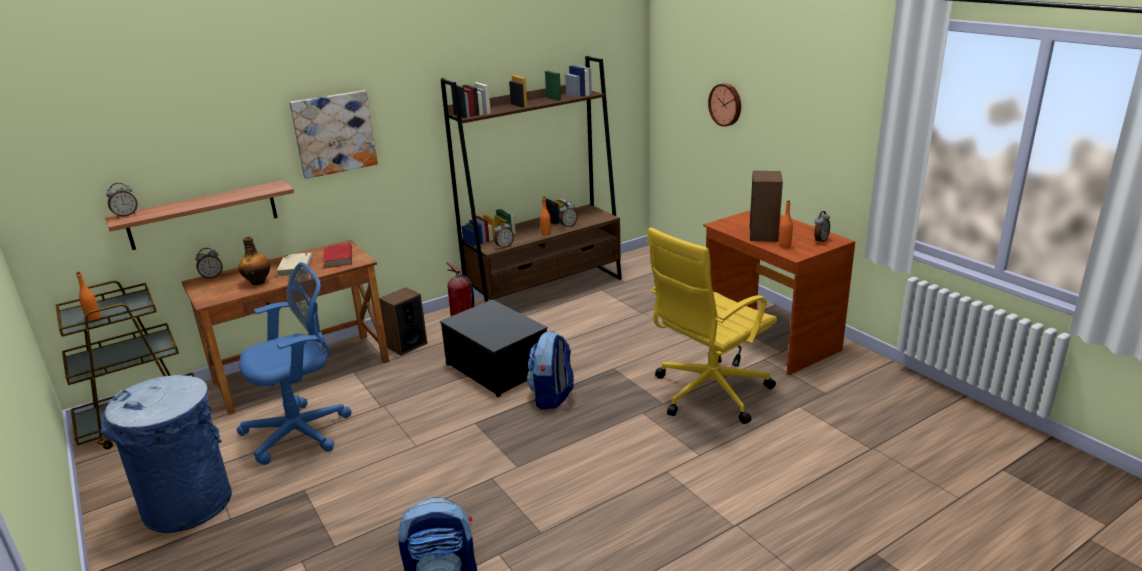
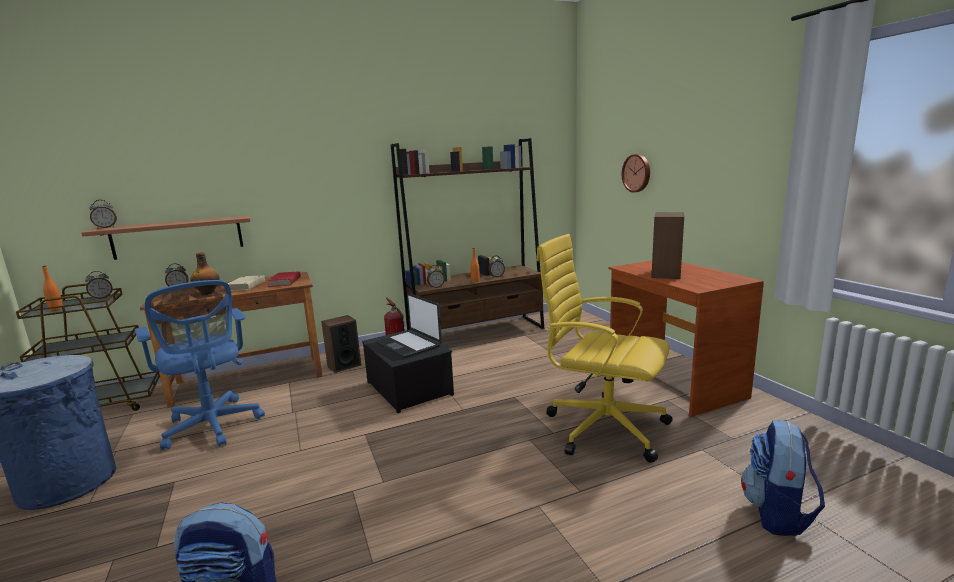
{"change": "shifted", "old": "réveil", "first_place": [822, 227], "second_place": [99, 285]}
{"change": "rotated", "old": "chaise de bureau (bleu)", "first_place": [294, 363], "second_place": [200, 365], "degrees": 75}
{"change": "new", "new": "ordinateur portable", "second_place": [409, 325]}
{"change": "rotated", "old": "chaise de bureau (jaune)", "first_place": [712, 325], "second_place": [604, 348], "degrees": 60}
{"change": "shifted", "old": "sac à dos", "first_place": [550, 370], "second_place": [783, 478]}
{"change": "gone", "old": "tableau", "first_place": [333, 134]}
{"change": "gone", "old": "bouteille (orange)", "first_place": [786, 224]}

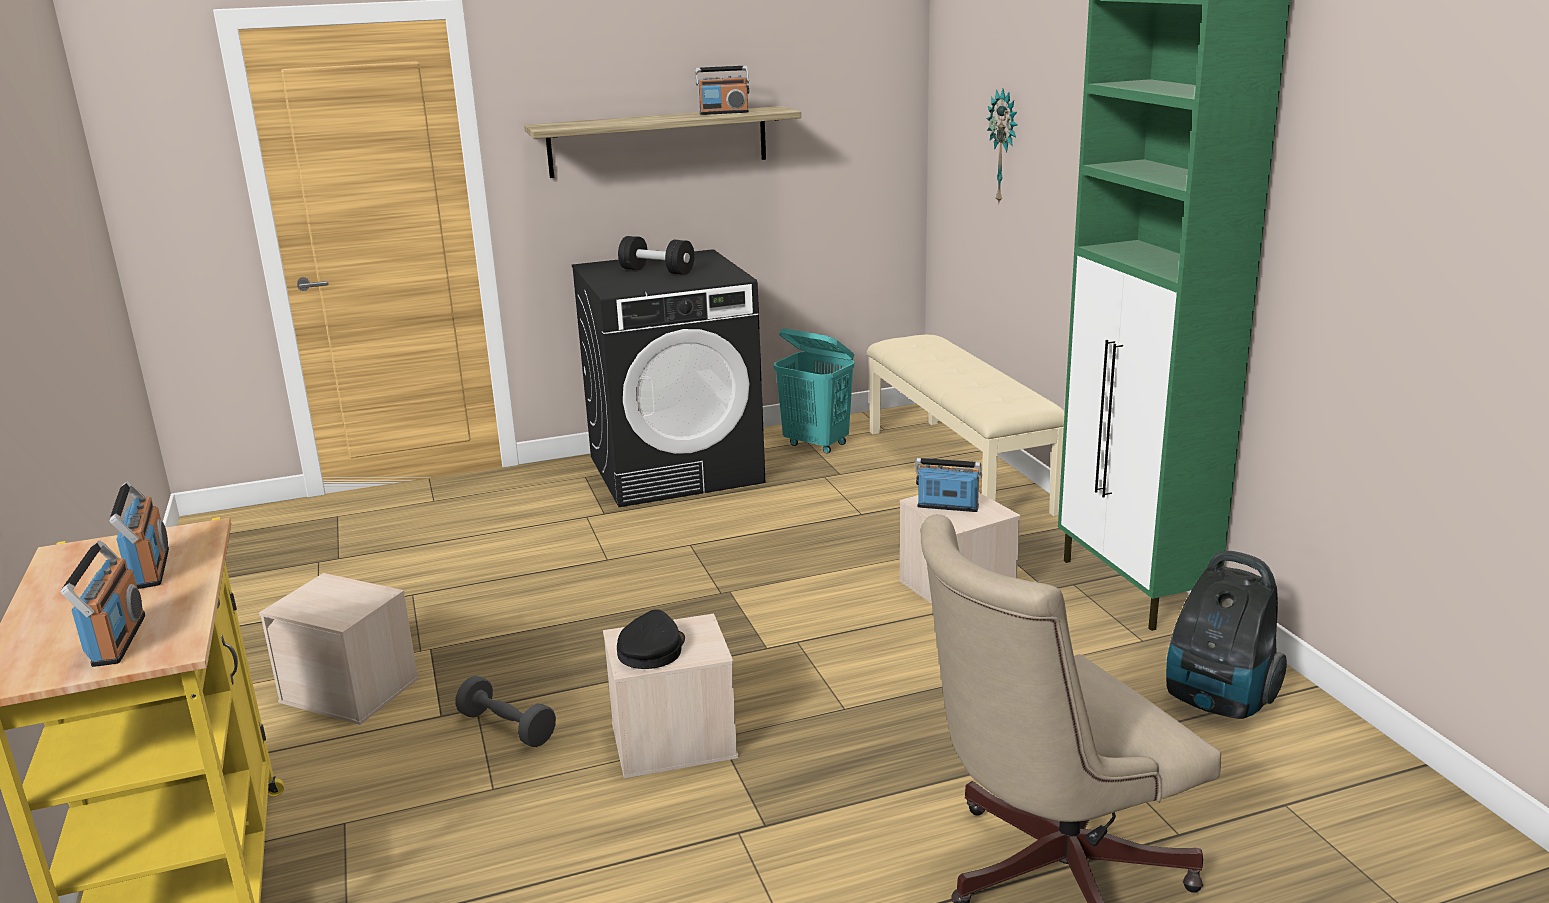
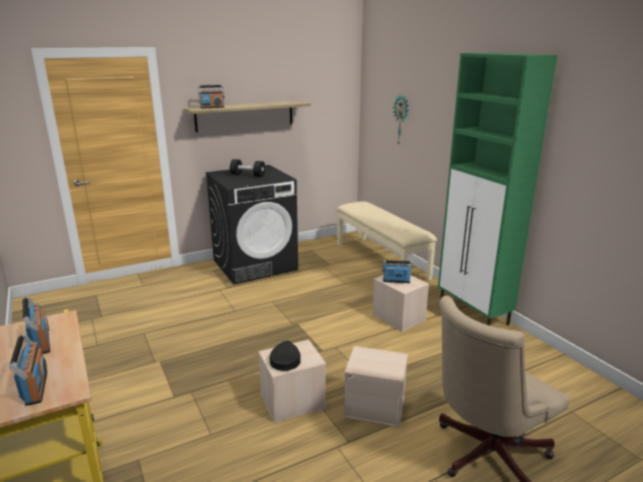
{"change": "shifted", "old": "radio", "first_place": [722, 90], "second_place": [210, 96]}
{"change": "shifted", "old": "boîte de rangement (beige)", "first_place": [339, 649], "second_place": [376, 387]}
{"change": "gone", "old": "haltère (gris)", "first_place": [505, 711]}
{"change": "gone", "old": "panier à linge (turquoise)", "first_place": [814, 391]}
{"change": "gone", "old": "aspirateur", "first_place": [1226, 635]}

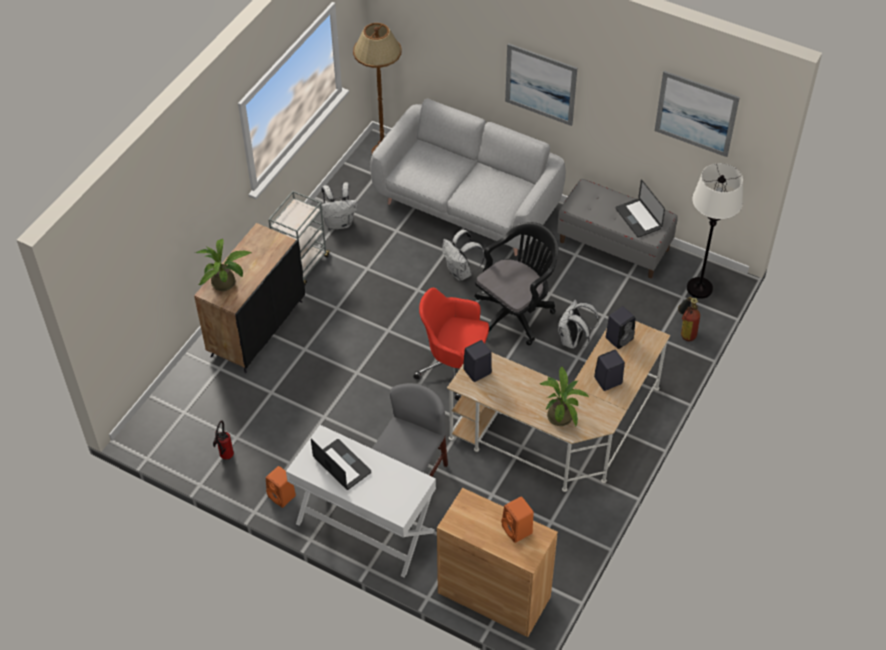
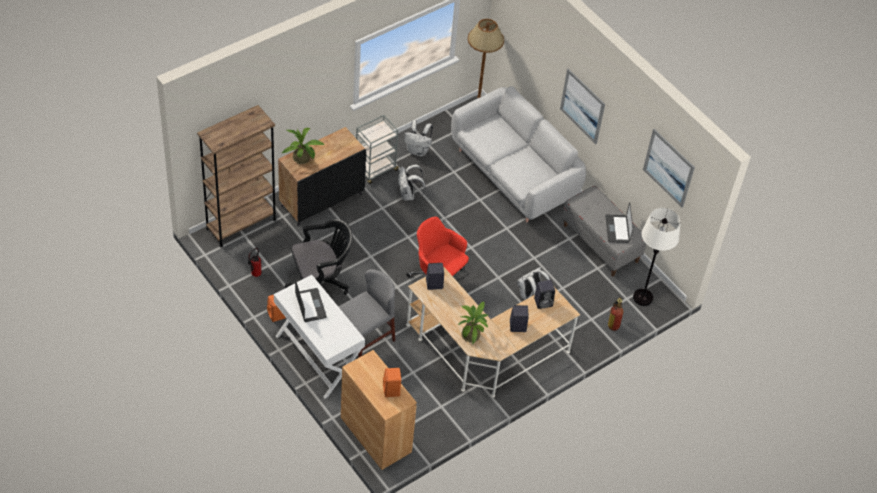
{"change": "new", "new": "bibliothèque (marron)", "second_place": [236, 176]}
{"change": "shifted", "old": "chaise de bureau (noir)", "first_place": [517, 283], "second_place": [318, 257]}
{"change": "shifted", "old": "sac à dos (blanc)", "first_place": [463, 255], "second_place": [412, 182]}

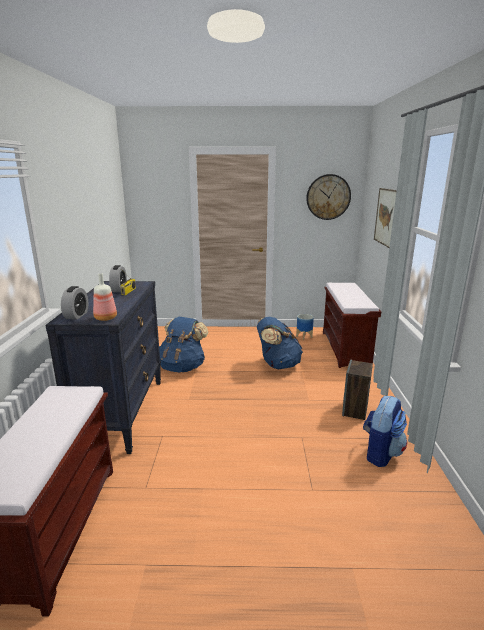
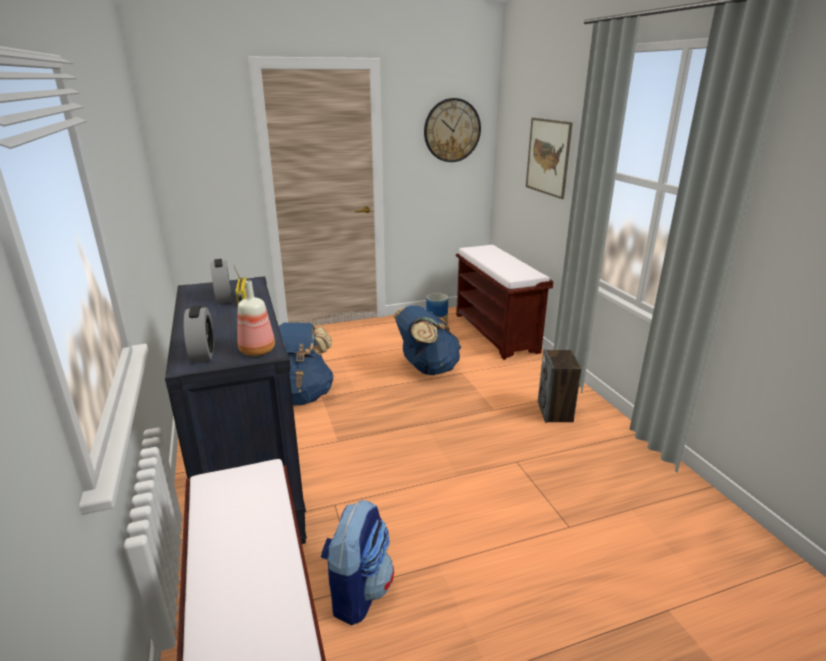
{"change": "shifted", "old": "sac à dos", "first_place": [385, 431], "second_place": [357, 562]}

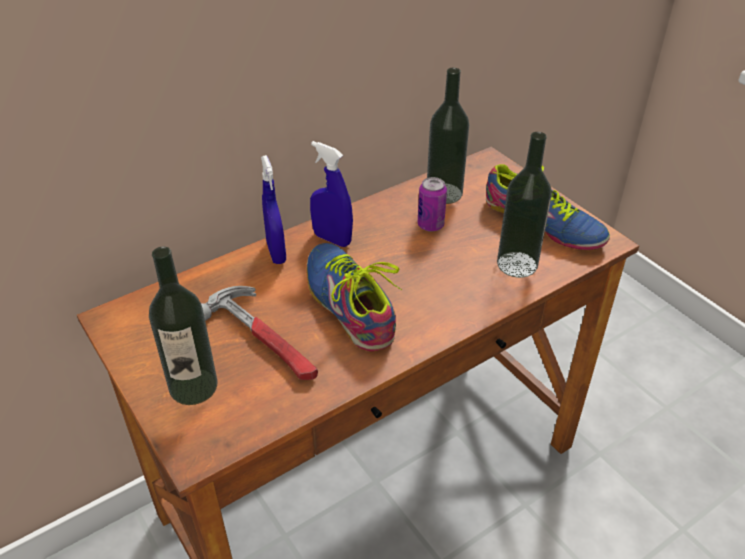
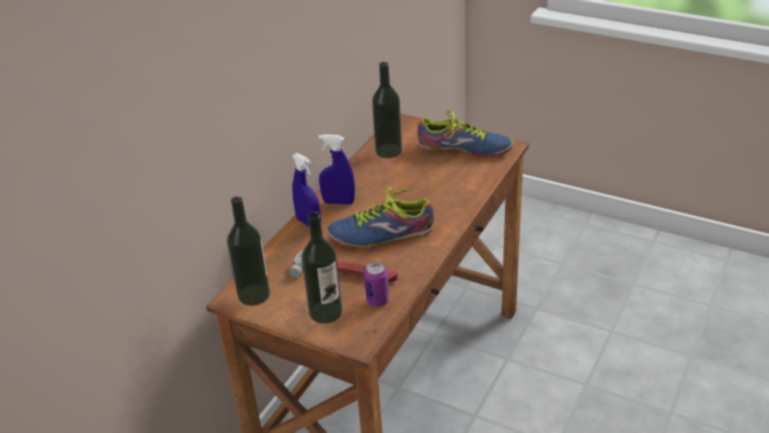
{"change": "shifted", "old": "bouteille", "first_place": [524, 205], "second_place": [248, 251]}
{"change": "rotated", "old": "chaussure", "first_place": [354, 297], "second_place": [380, 217], "degrees": -45}
{"change": "shifted", "old": "boîte métallique", "first_place": [432, 204], "second_place": [376, 284]}

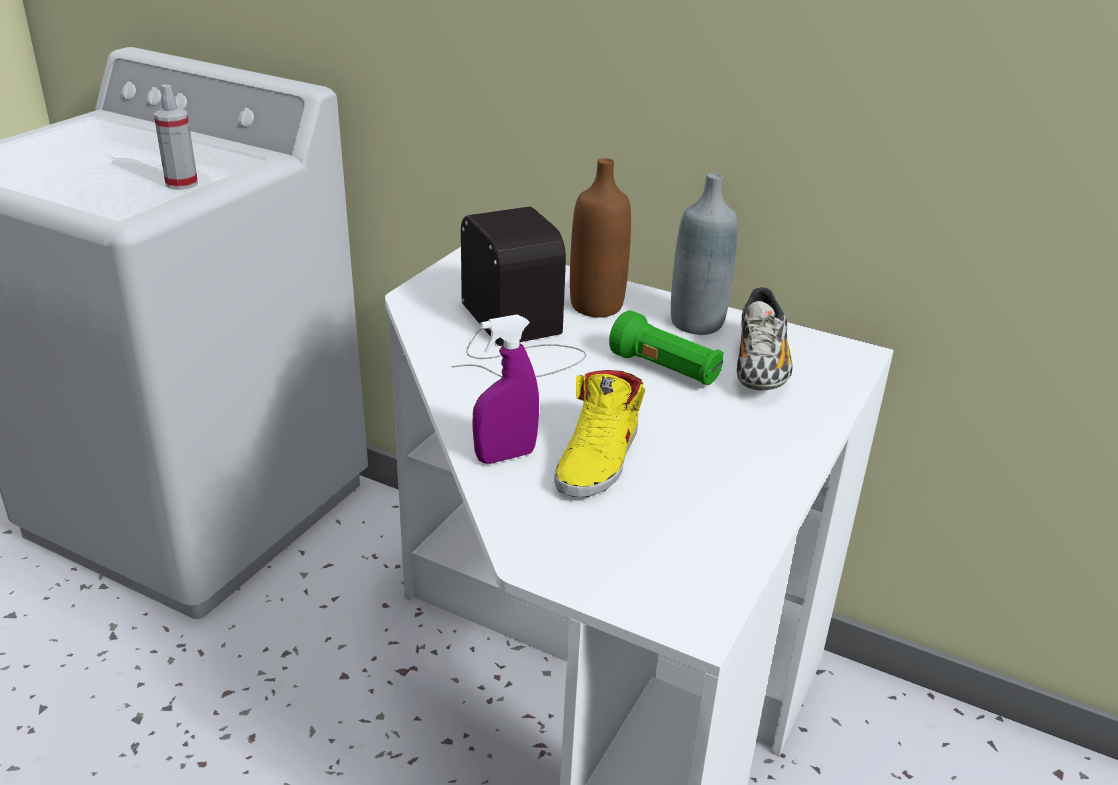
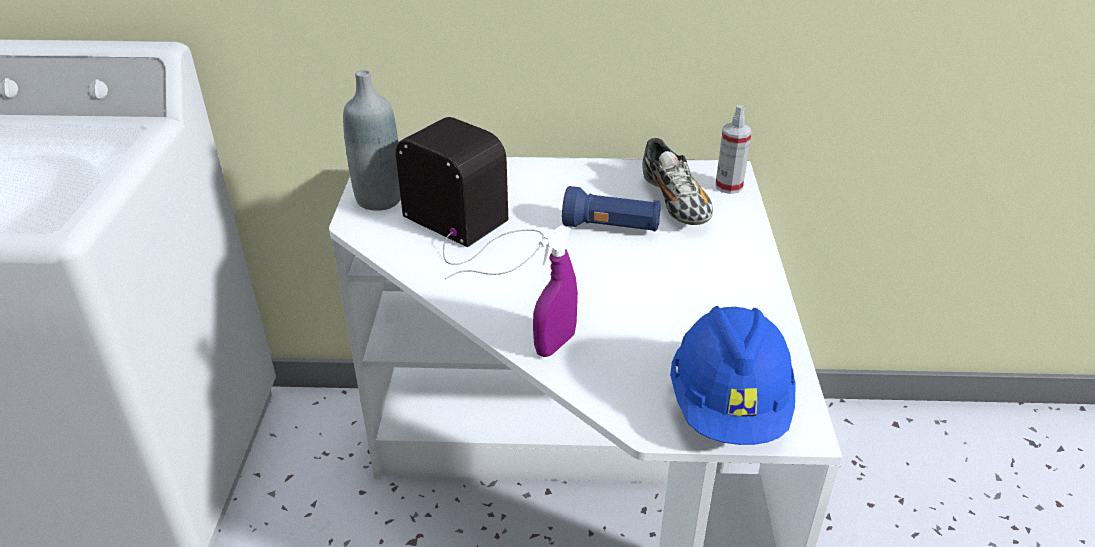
{"change": "shifted", "old": "bouteille (gris)", "first_place": [704, 254], "second_place": [372, 140]}
{"change": "repainted", "old": "lampe de poche (vert)", "new": "lampe de poche (bleu)", "first_place": [666, 347], "second_place": [611, 209]}
{"change": "new", "new": "casque de chantier (bleu)", "second_place": [733, 375]}
{"change": "shifted", "old": "vaporisateur", "first_place": [176, 137], "second_place": [734, 149]}
{"change": "gone", "old": "chaussure (jaune)", "first_place": [600, 433]}
{"change": "gone", "old": "bouteille (marron)", "first_place": [600, 238]}

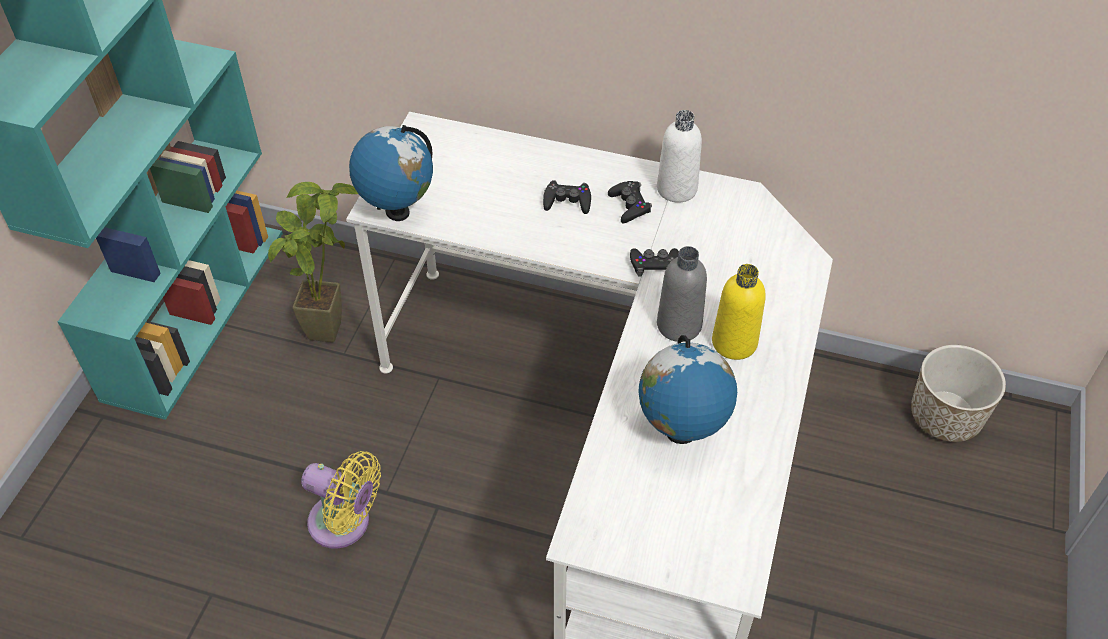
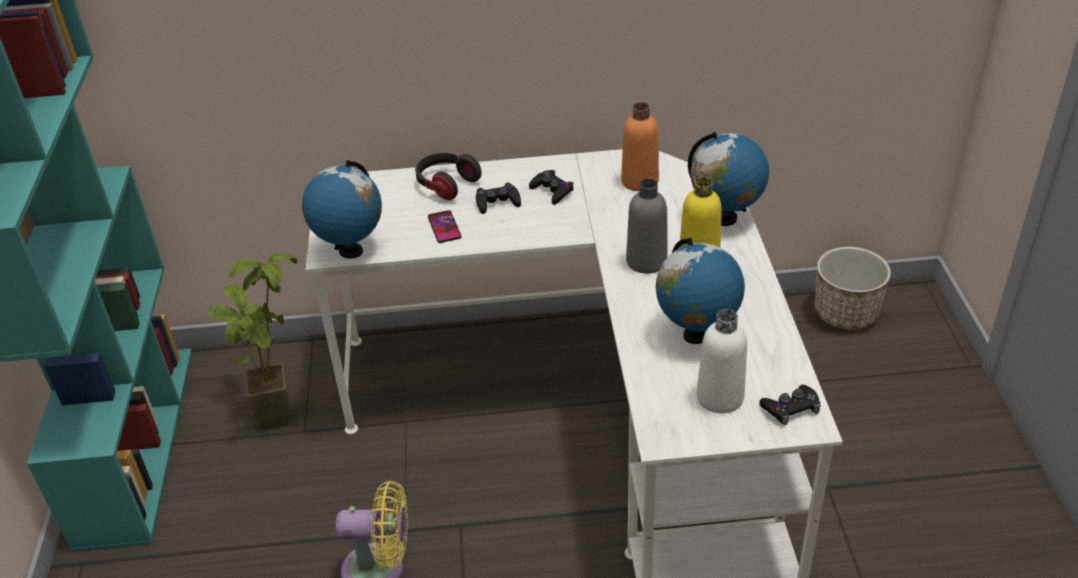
{"change": "new", "new": "casque audio", "second_place": [448, 176]}
{"change": "new", "new": "téléphone", "second_place": [445, 226]}
{"change": "new", "new": "bouteille (orange)", "second_place": [640, 146]}
{"change": "new", "new": "globe", "second_place": [728, 179]}
{"change": "shifted", "old": "bouteille (blanc)", "first_place": [679, 156], "second_place": [722, 361]}
{"change": "shifted", "old": "manette (noir)", "first_place": [654, 262], "second_place": [790, 405]}

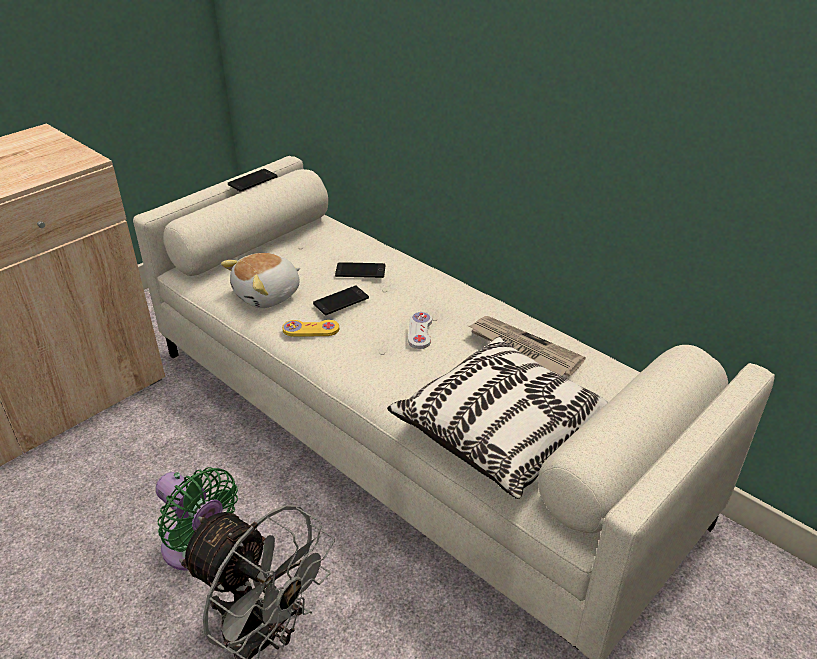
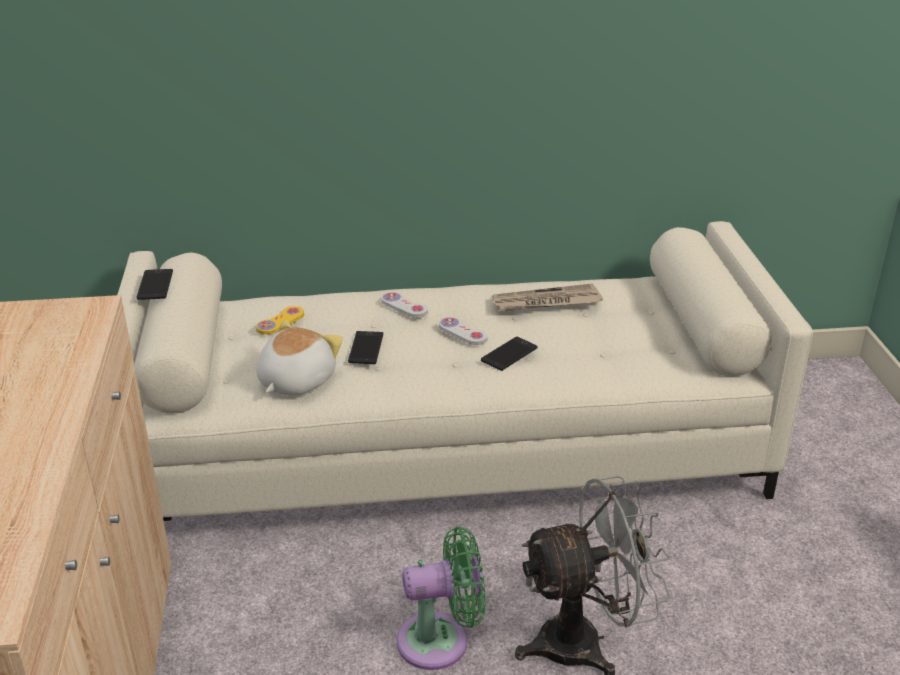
{"change": "shifted", "old": "manette (jaune)", "first_place": [310, 328], "second_place": [280, 320]}
{"change": "rotated", "old": "peluche", "first_place": [260, 280], "second_place": [299, 357], "degrees": -150}
{"change": "new", "new": "manette (blanc)", "second_place": [405, 305]}
{"change": "shifted", "old": "téléphone", "first_place": [360, 270], "second_place": [509, 354]}
{"change": "gone", "old": "coussin", "first_place": [497, 418]}

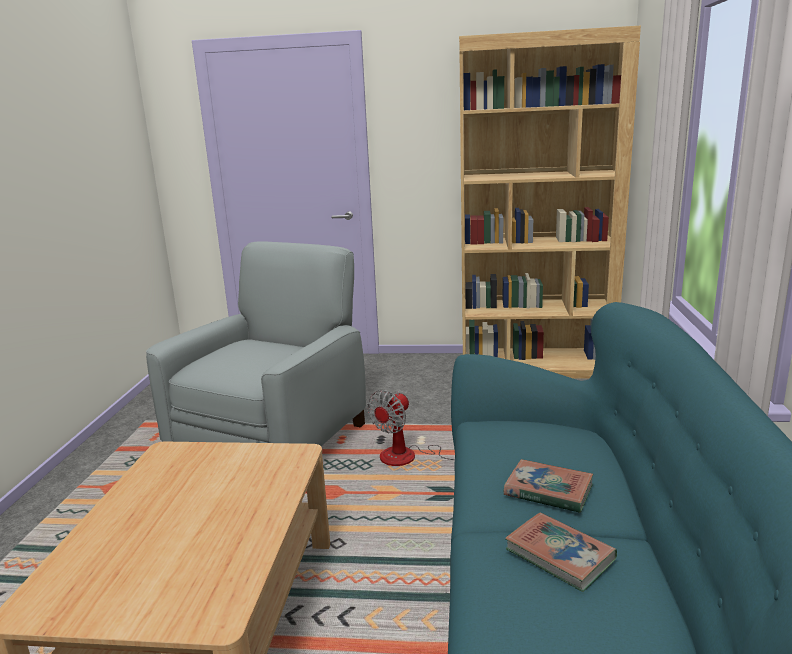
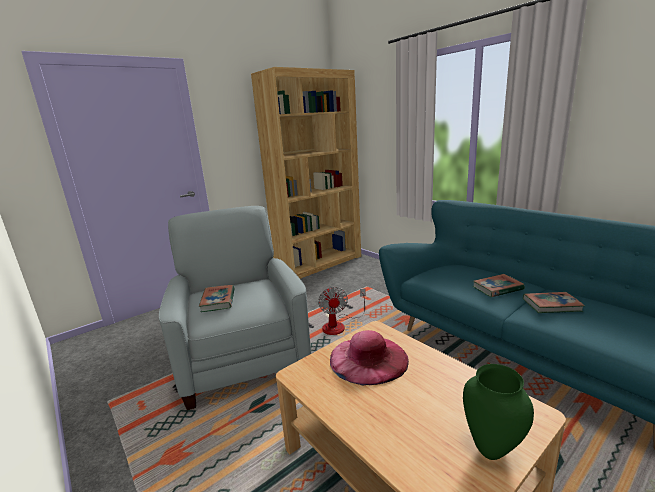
{"change": "new", "new": "livre", "second_place": [217, 298]}
{"change": "new", "new": "chapeau (rose)", "second_place": [369, 358]}
{"change": "new", "new": "vase (vert)", "second_place": [498, 412]}

